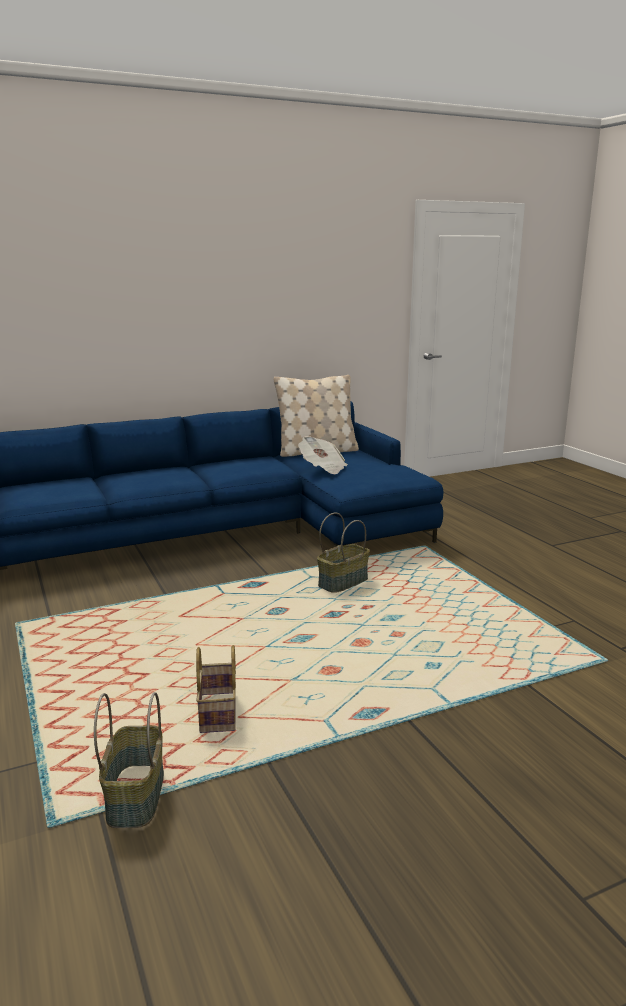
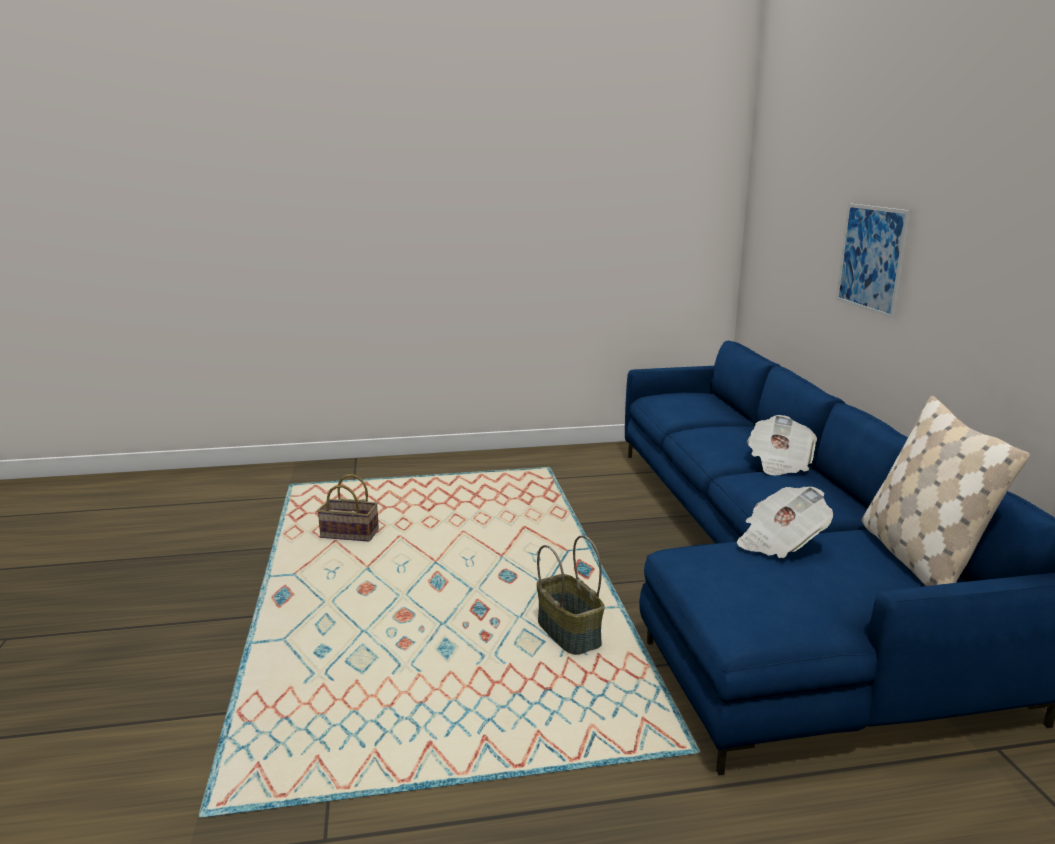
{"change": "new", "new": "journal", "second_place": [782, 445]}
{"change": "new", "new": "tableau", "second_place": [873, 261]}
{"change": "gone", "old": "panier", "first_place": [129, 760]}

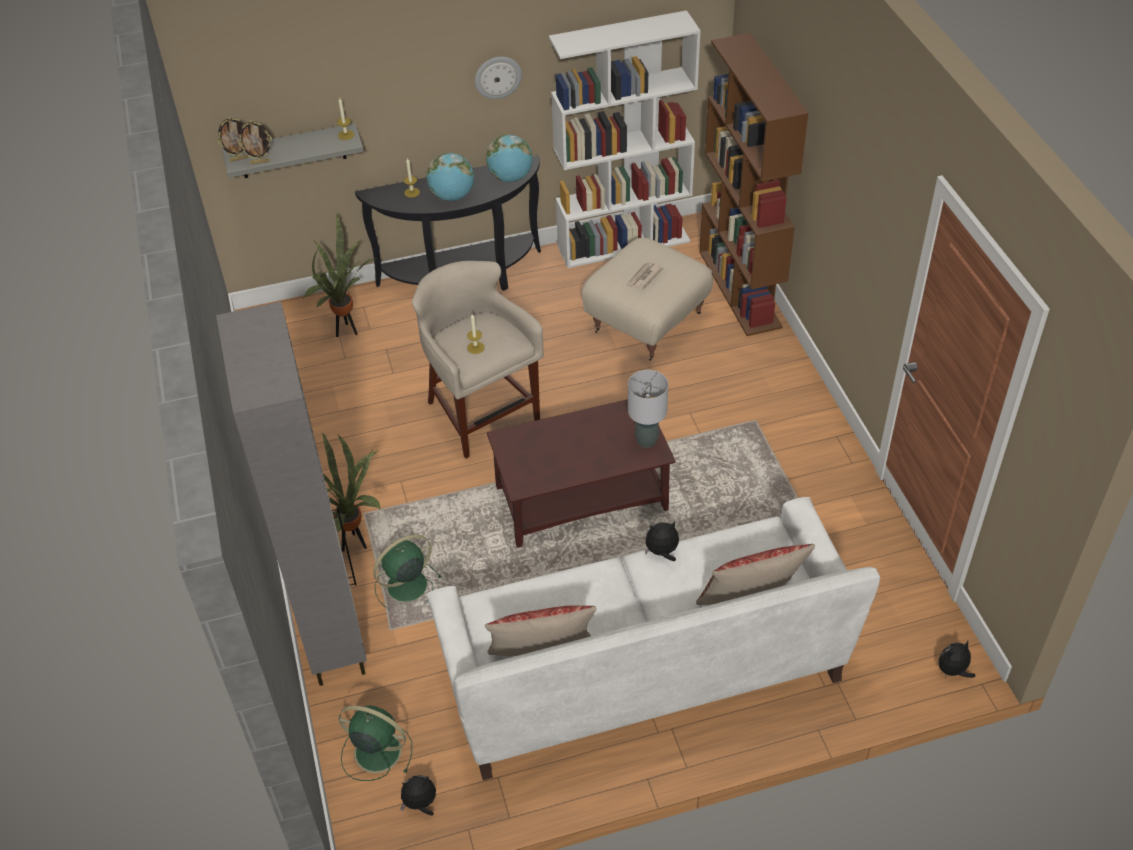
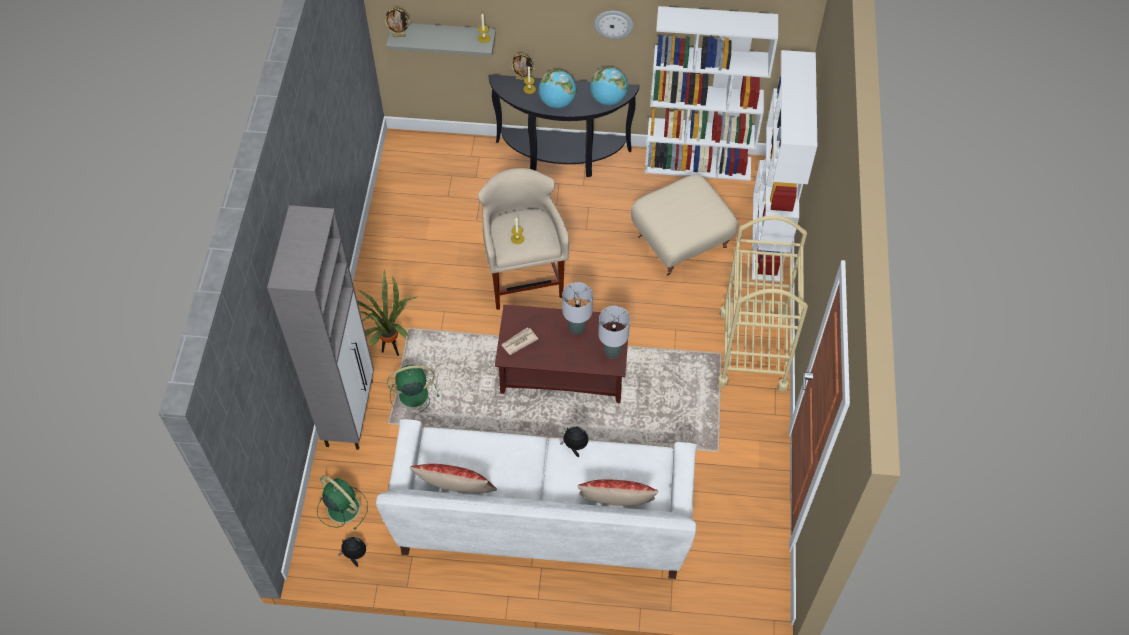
{"change": "shifted", "old": "journal", "first_place": [644, 276], "second_place": [519, 341]}
{"change": "shifted", "old": "cadre photo", "first_place": [255, 142], "second_place": [522, 66]}
{"change": "new", "new": "lampe de table (gris)", "second_place": [577, 308]}
{"change": "new", "new": "chariot (beige)", "second_place": [762, 303]}
{"change": "repainted", "old": "bibliothèque (marron)", "new": "bibliothèque (blanc)", "first_place": [754, 184], "second_place": [784, 166]}
{"change": "gone", "old": "plante en pot", "first_place": [340, 275]}
{"change": "gone", "old": "peluche", "first_place": [957, 659]}

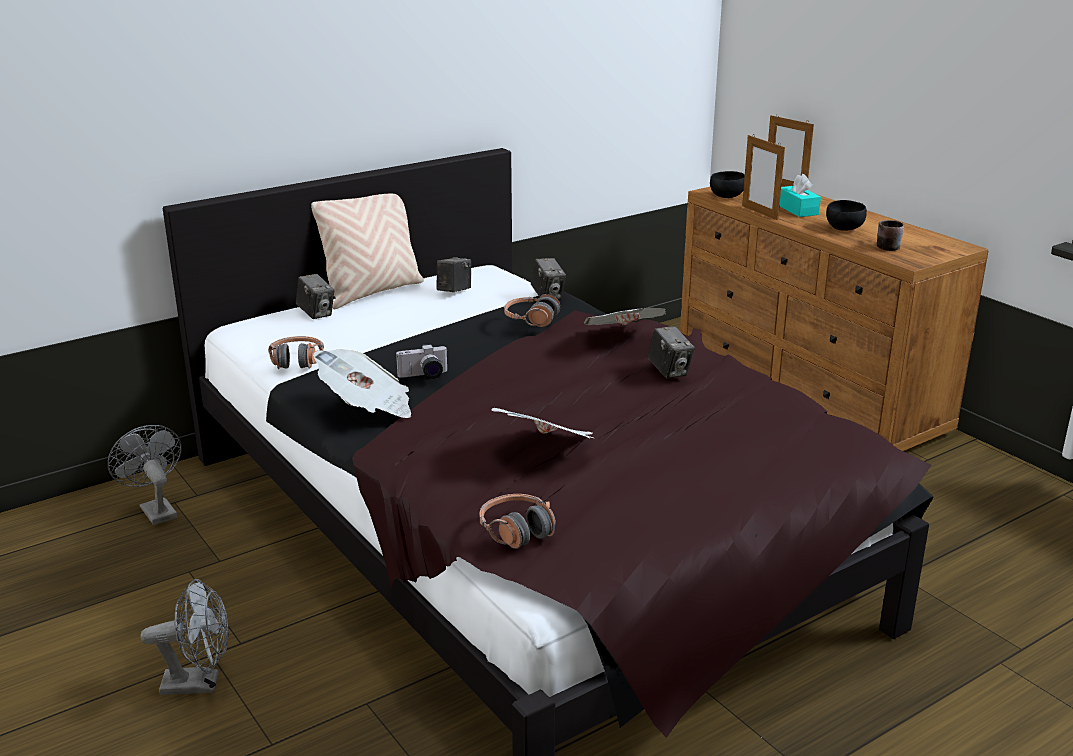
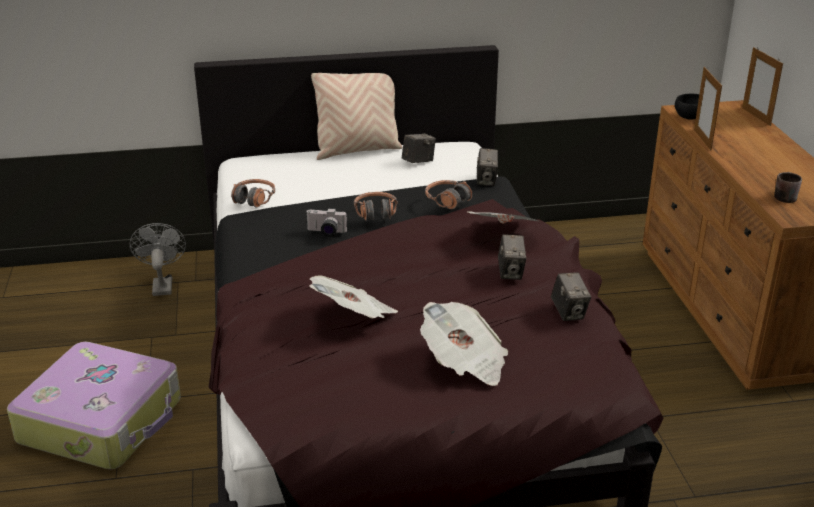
{"change": "swapped", "old": "ventilateur (gris)", "new": "valise", "first_place": [185, 637], "second_place": [94, 405]}
{"change": "shifted", "old": "casque audio", "first_place": [518, 521], "second_place": [376, 206]}
{"change": "shifted", "old": "journal", "first_place": [362, 383], "second_place": [464, 344]}
{"change": "shifted", "old": "appareil photo", "first_place": [315, 296], "second_place": [571, 296]}
{"change": "gone", "old": "boîte à mouchoirs (turquoise)", "first_place": [800, 195]}
{"change": "gone", "old": "bol (noir)", "first_place": [846, 215]}

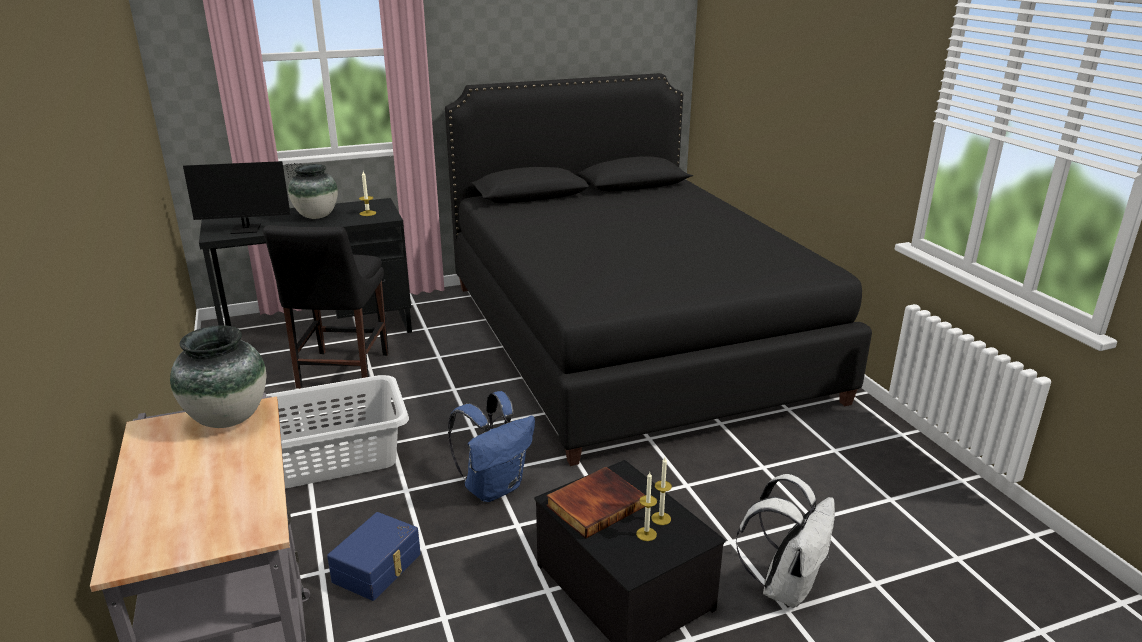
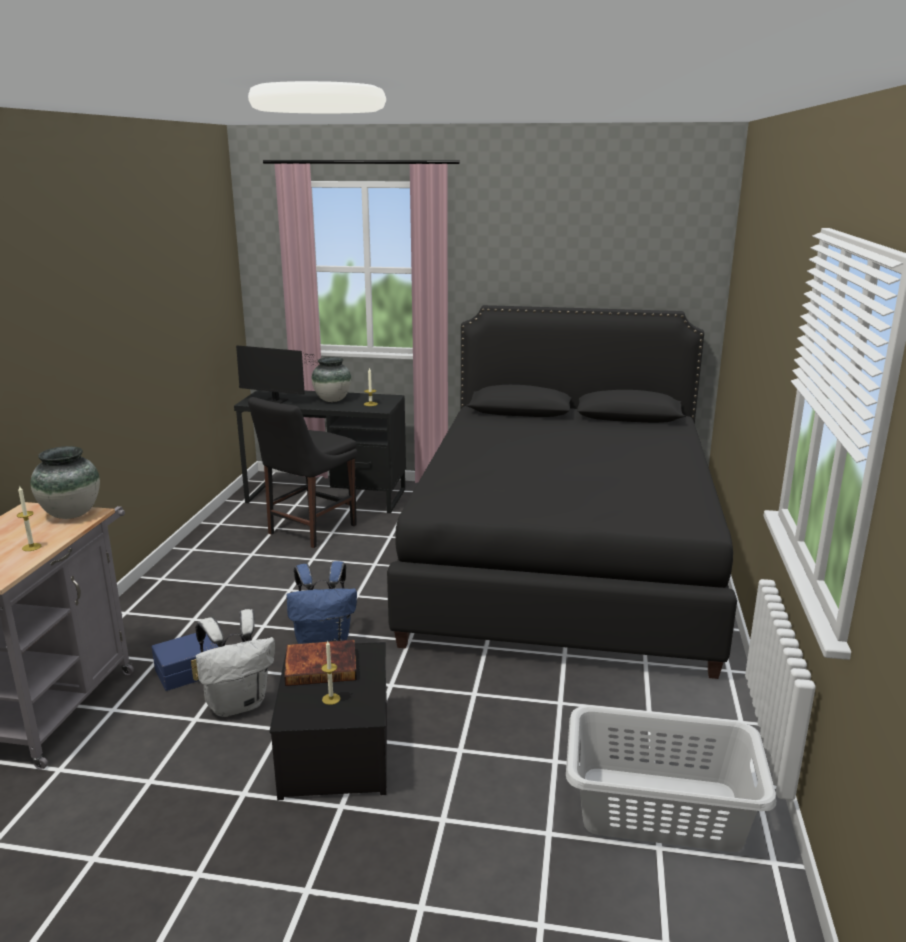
{"change": "shifted", "old": "bougie", "first_place": [661, 491], "second_place": [29, 518]}
{"change": "shifted", "old": "sac à dos (blanc)", "first_place": [785, 541], "second_place": [235, 663]}
{"change": "shifted", "old": "panier à linge (gris)", "first_place": [337, 432], "second_place": [671, 779]}

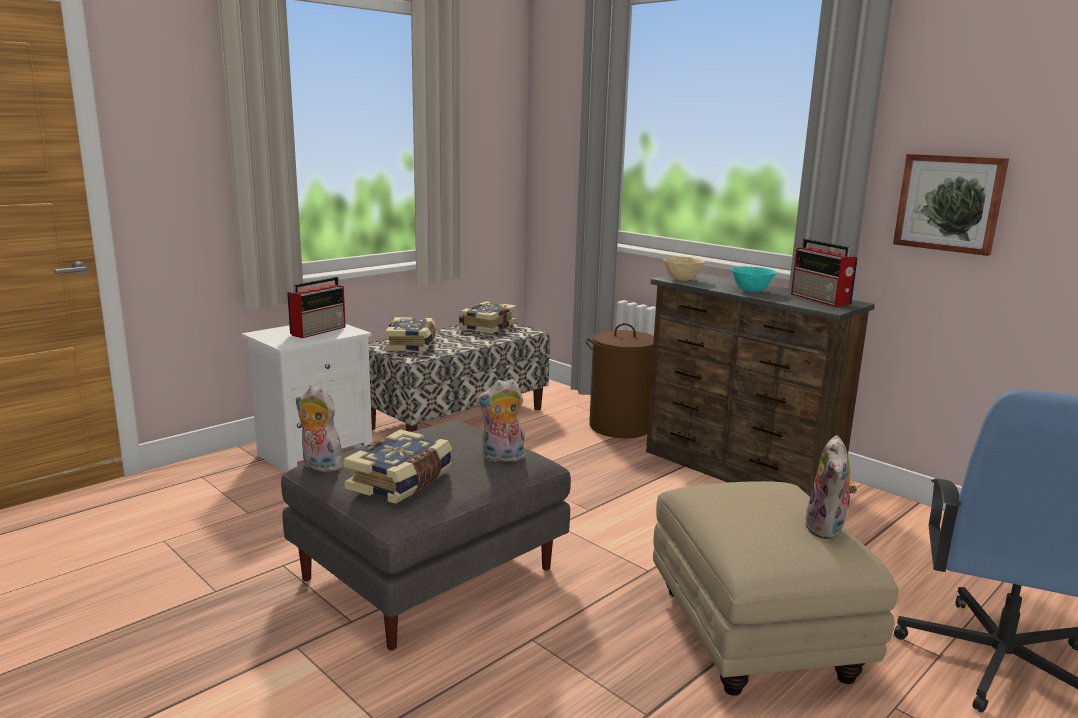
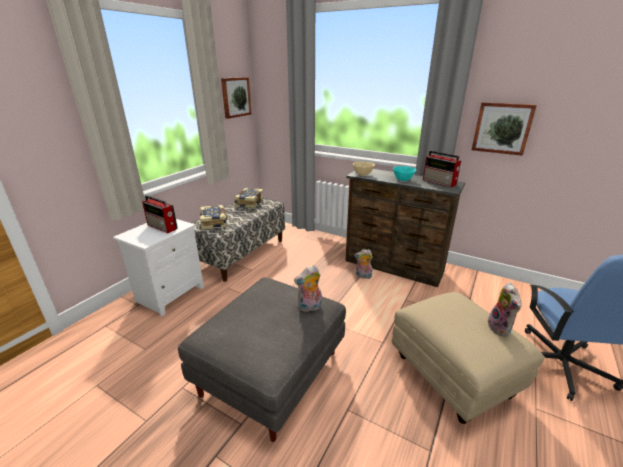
{"change": "rotated", "old": "radio", "first_place": [316, 307], "second_place": [160, 214], "degrees": 105}
{"change": "new", "new": "tableau", "second_place": [236, 98]}
{"change": "shifted", "old": "peluche", "first_place": [319, 428], "second_place": [363, 264]}
{"change": "gone", "old": "livre", "first_place": [397, 466]}
{"change": "gone", "old": "panier à linge (marron)", "first_place": [619, 380]}

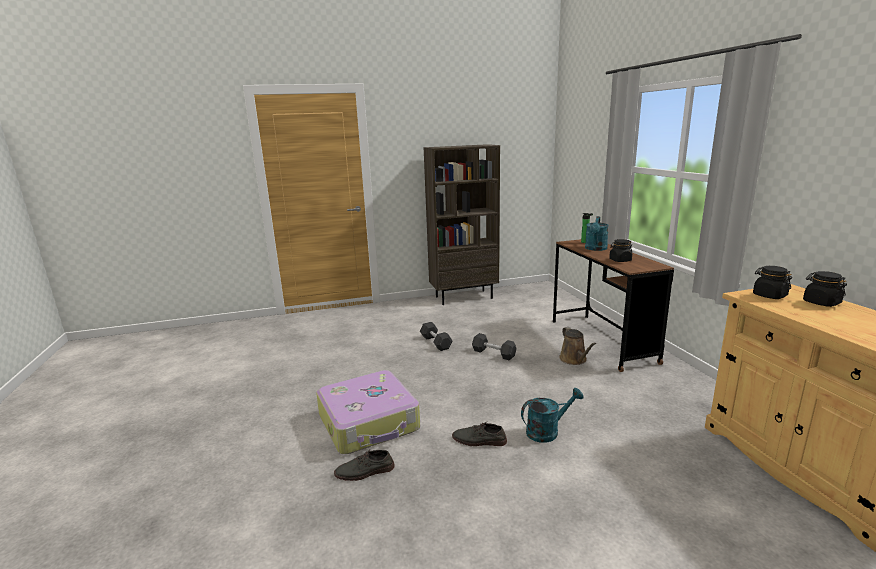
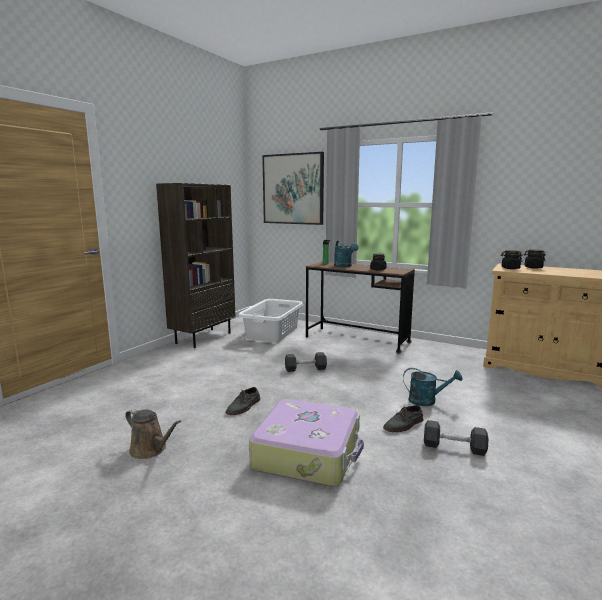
{"change": "shifted", "old": "arrosoir (marron)", "first_place": [577, 346], "second_place": [153, 434]}
{"change": "shifted", "old": "chaussure (gris)", "first_place": [364, 465], "second_place": [243, 401]}
{"change": "new", "new": "panier à linge (blanc)", "second_place": [270, 320]}
{"change": "new", "new": "tableau", "second_place": [293, 188]}
{"change": "rotated", "old": "arrosoir (turquoise)", "first_place": [552, 415], "second_place": [433, 387], "degrees": 75}
{"change": "shifted", "old": "haltère (gris)", "first_place": [436, 336], "second_place": [456, 438]}

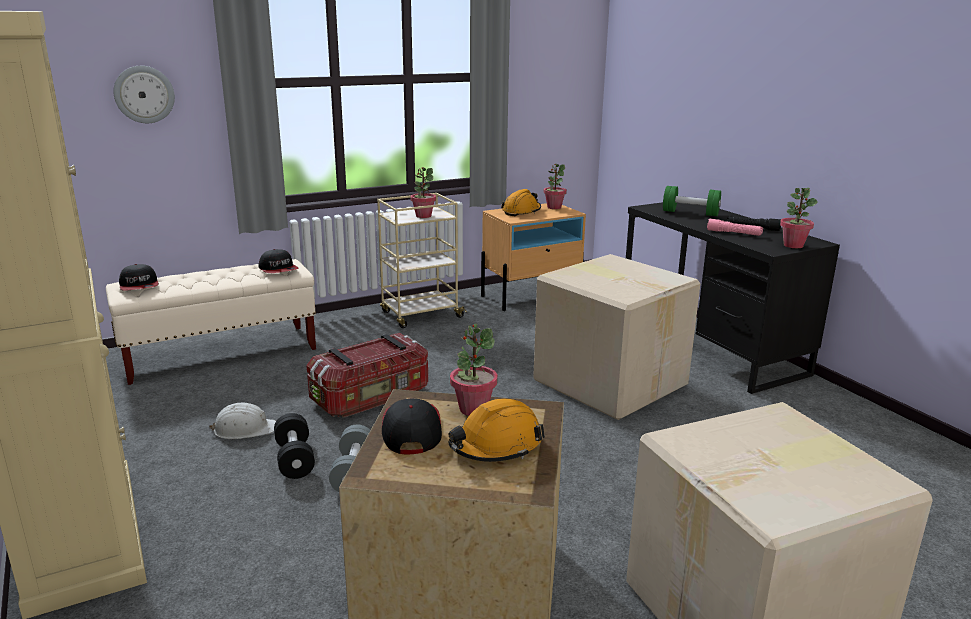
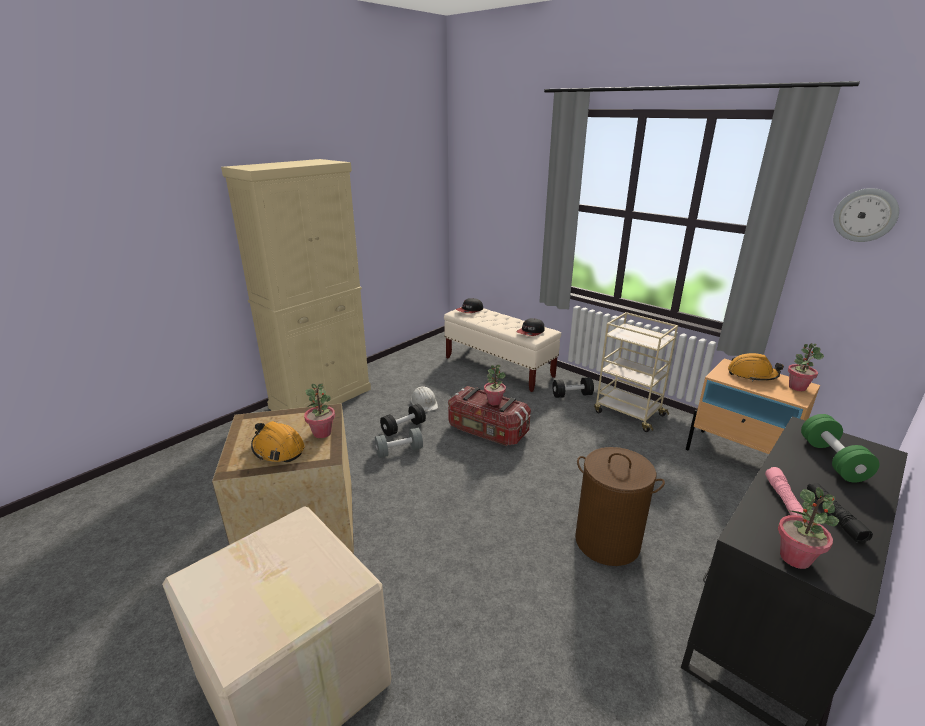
{"change": "shifted", "old": "plante en pot", "first_place": [423, 192], "second_place": [495, 385]}
{"change": "new", "new": "haltère (noir)", "second_place": [573, 387]}
{"change": "swapped", "old": "carton", "new": "panier à linge (marron)", "first_place": [616, 337], "second_place": [620, 506]}
{"change": "shifted", "old": "horloge murale", "first_place": [144, 94], "second_place": [866, 215]}
{"change": "gone", "old": "casquette", "first_place": [412, 426]}

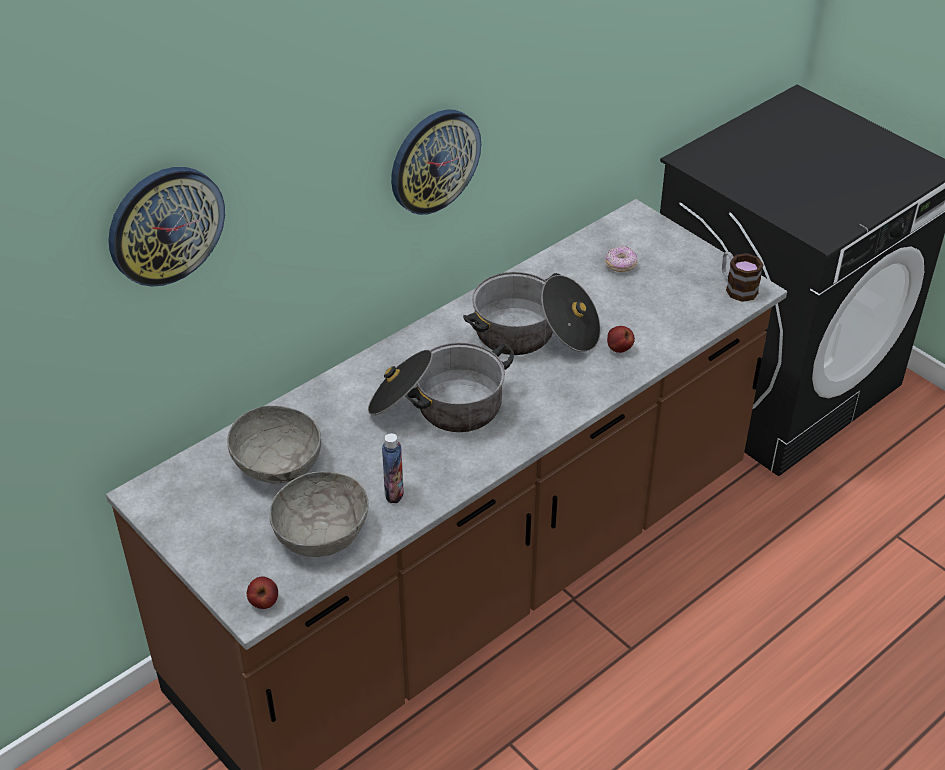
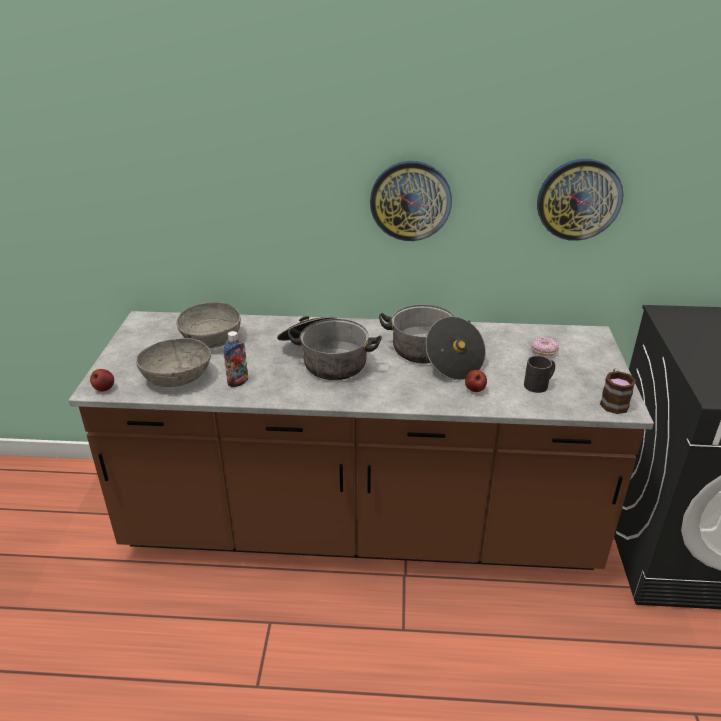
{"change": "new", "new": "mug (noir)", "second_place": [539, 374]}
{"change": "shifted", "old": "horloge murale", "first_place": [166, 227], "second_place": [580, 200]}

